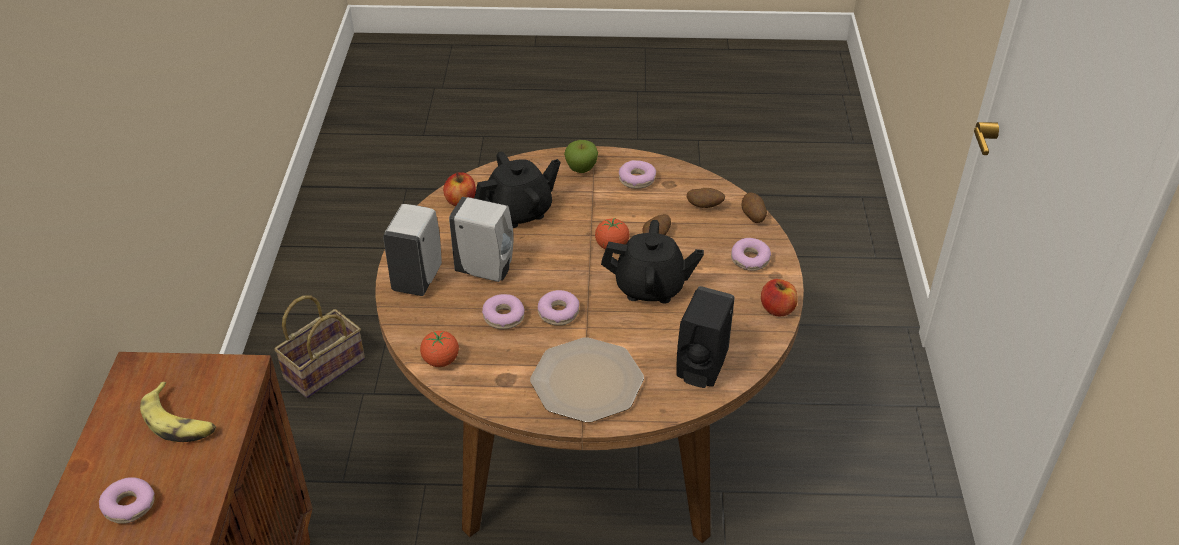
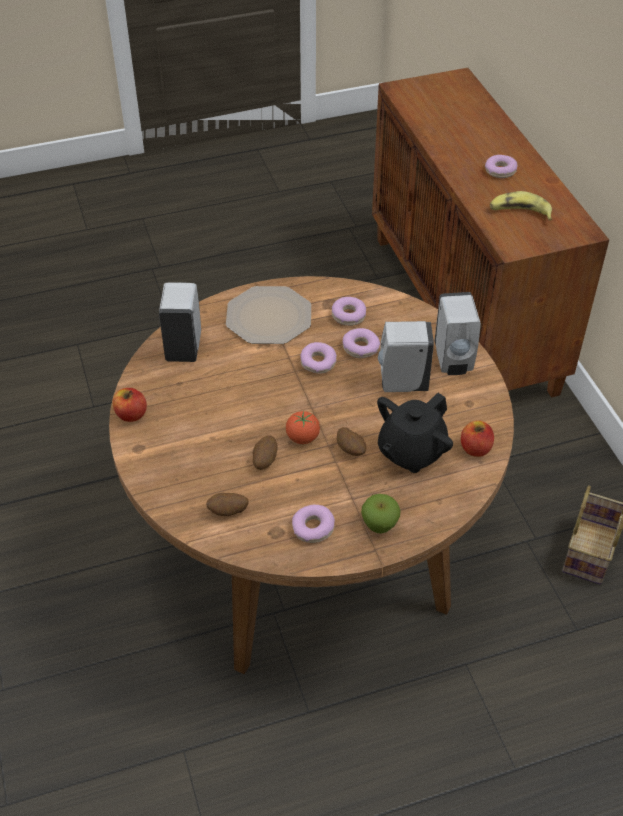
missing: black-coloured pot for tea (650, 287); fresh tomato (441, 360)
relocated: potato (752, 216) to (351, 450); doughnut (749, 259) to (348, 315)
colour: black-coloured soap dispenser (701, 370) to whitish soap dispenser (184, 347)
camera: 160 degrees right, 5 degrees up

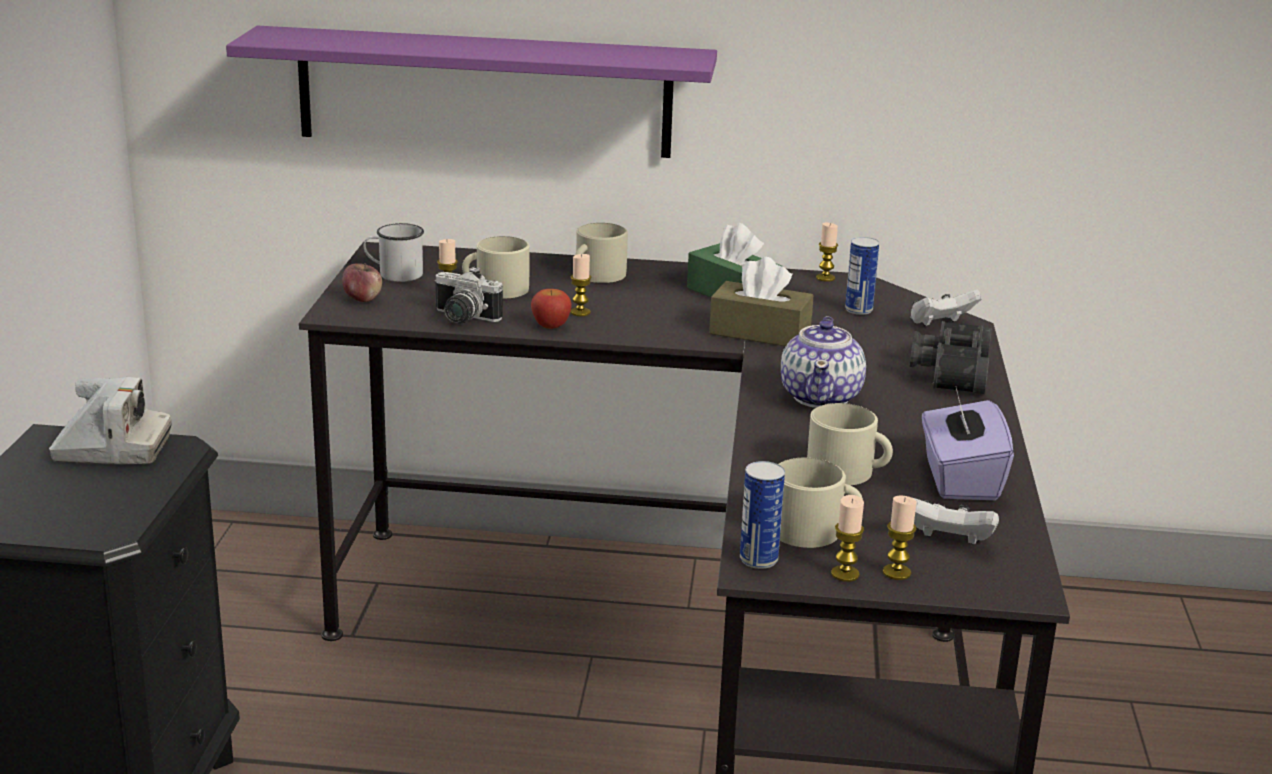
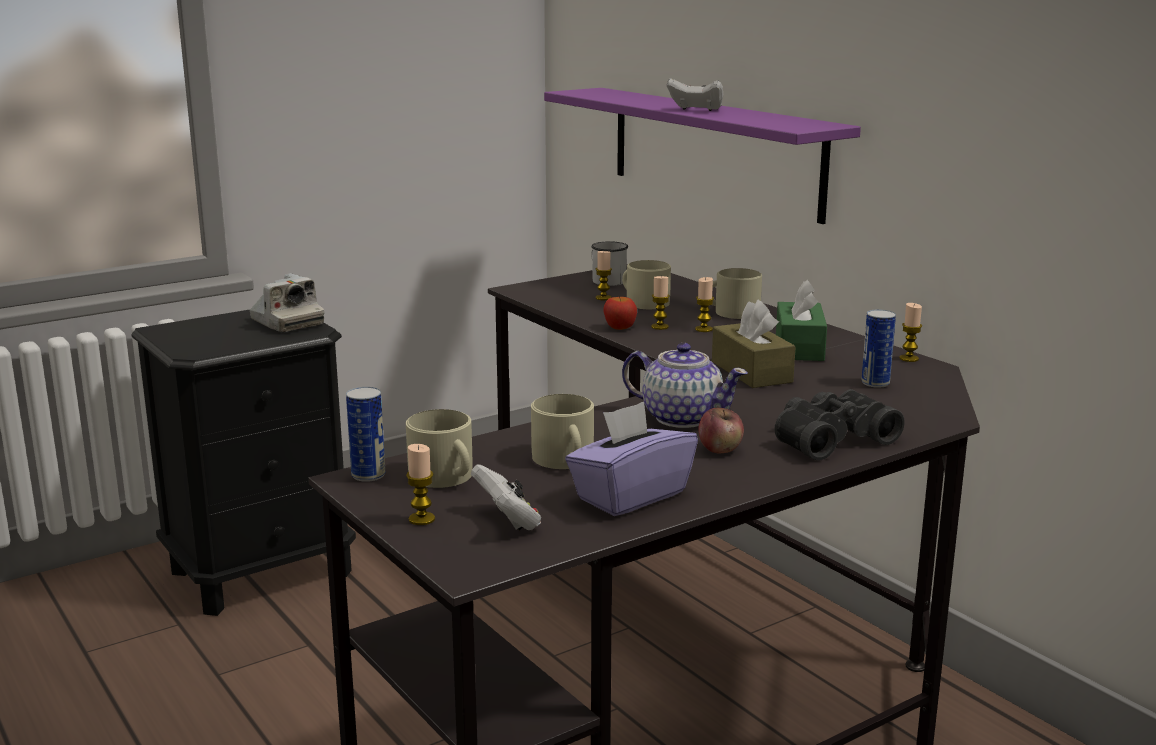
missing: photo camera (462, 318)
relocated: apple fruit (363, 299) to (720, 449); whitish joypad (940, 324) to (696, 110); wax candle (845, 574) to (703, 329)
spun: pot for tea (821, 397) = (681, 417) 120 degrees counterclockwise
camera: 50 degrees right, 5 degrees down

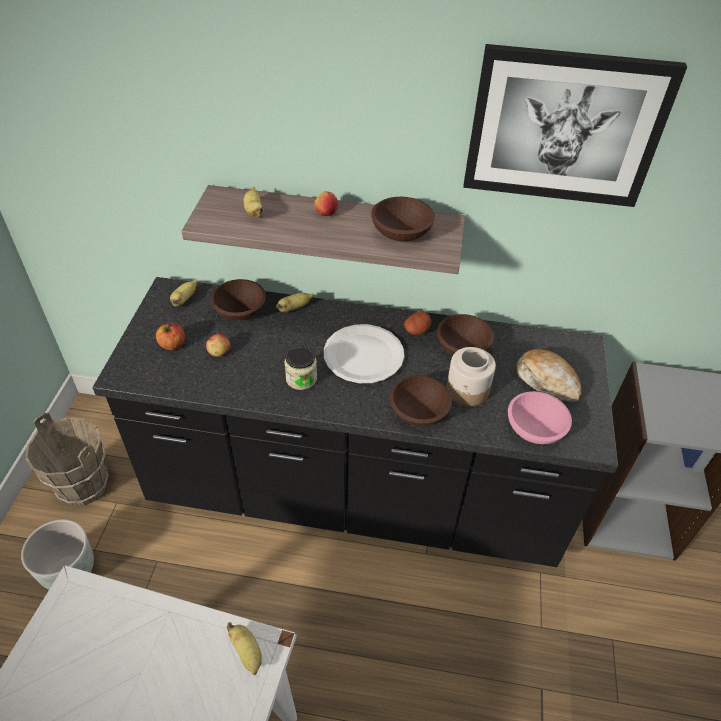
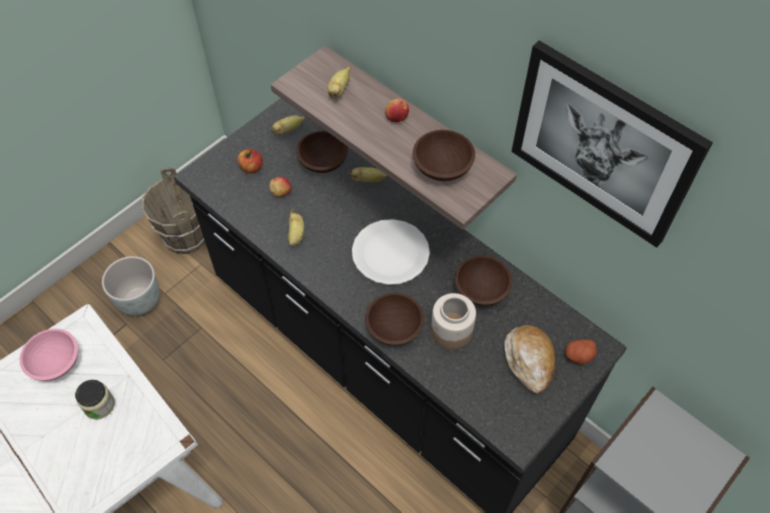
relocated: potato (417, 330) to (578, 356); storage jar (301, 378) to (99, 405); pink bowl (535, 429) to (55, 363); banana (247, 653) to (296, 235)
camera: 35 degrees right, 10 degrees up

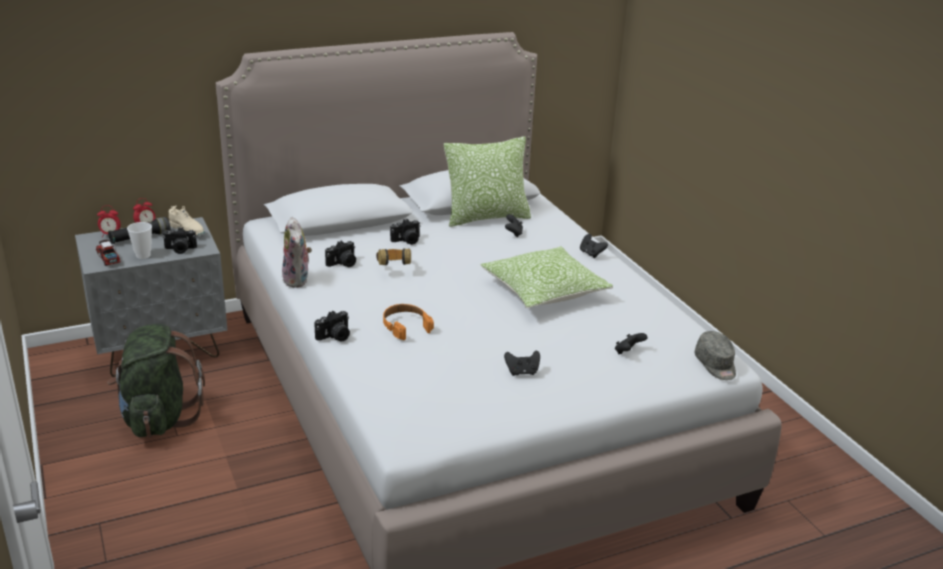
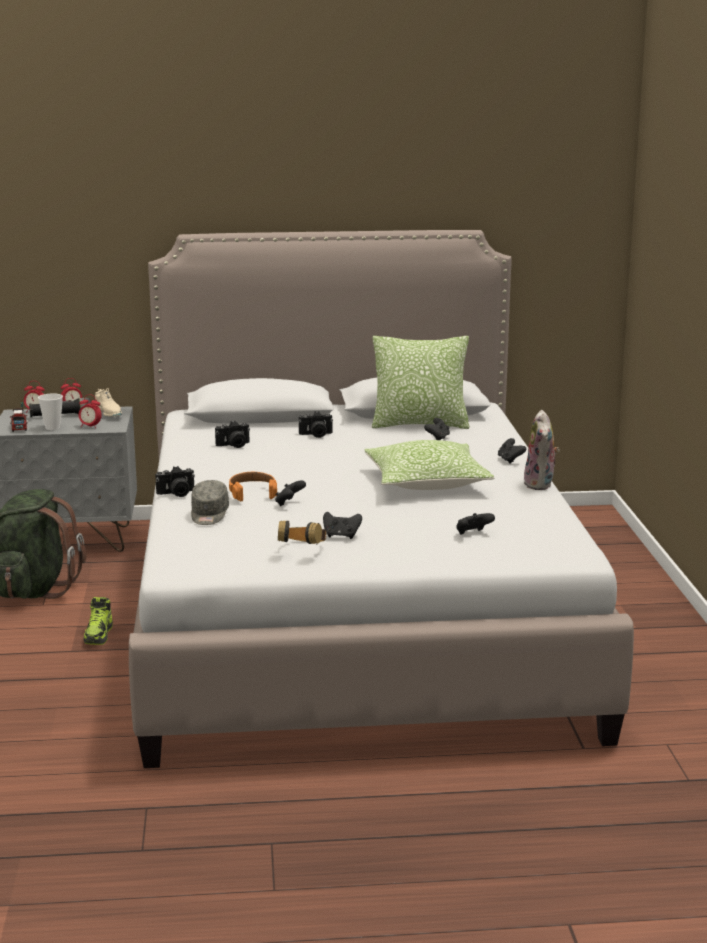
appeared: black-coloured joypad (289, 503); item of footwear (99, 635)
relocated: cuddly toy (298, 280) to (541, 485); pair of headphones (393, 268) to (303, 550); greyish peaked cap (715, 365) to (209, 514)
exchanged: photo camera (180, 249) to bedside clock (90, 426)
camera: 20 degrees right, 10 degrees down

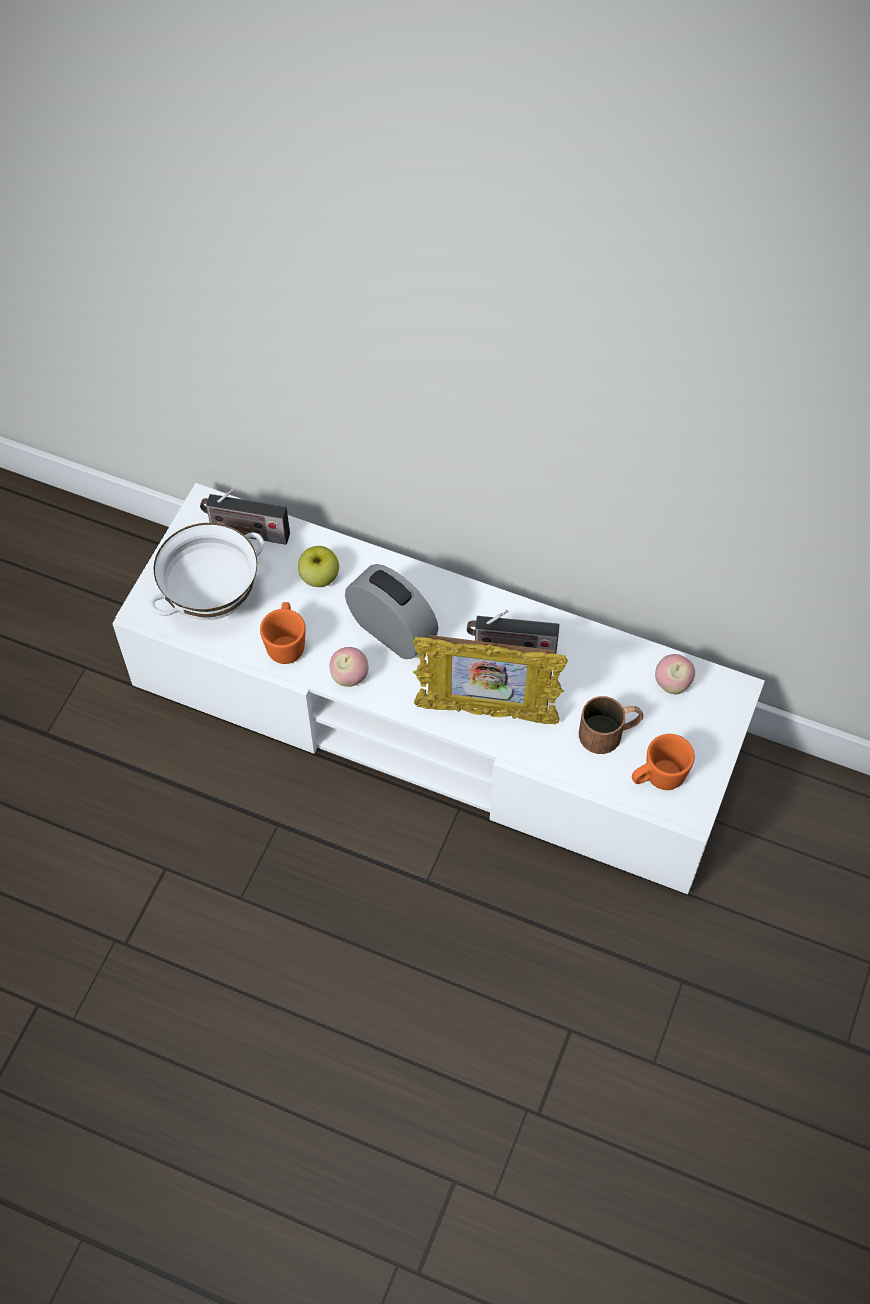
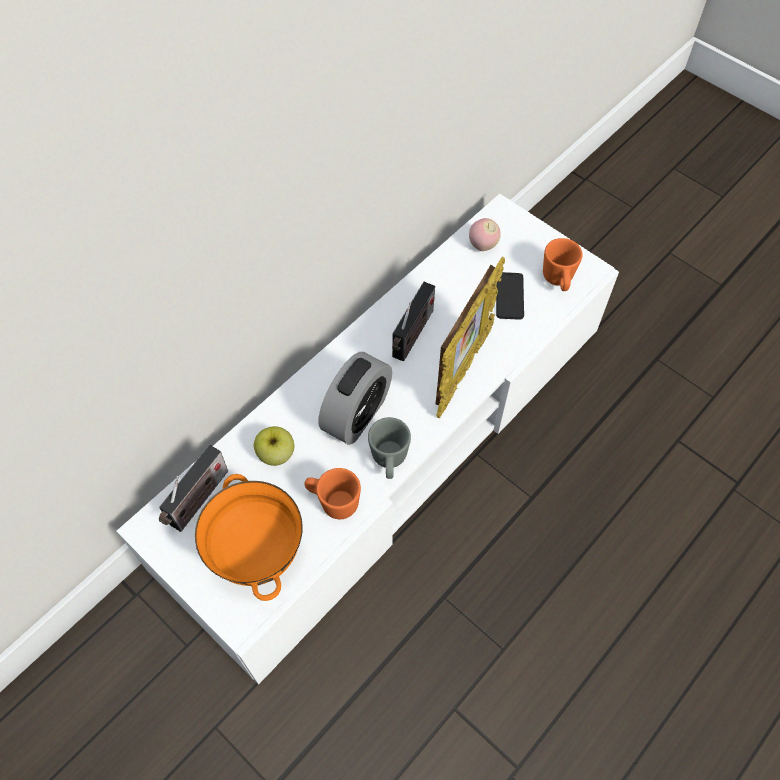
exchanged: apple fruit (349, 677) to greyish mug (389, 461); brown mug (610, 732) to phone (509, 296)
colour: whitish bowl (213, 600) to orange-coloured bowl (259, 552)
spun: bedside clock (392, 631) = (357, 414) 150 degrees clockwise
camera: 70 degrees left, 0 degrees up

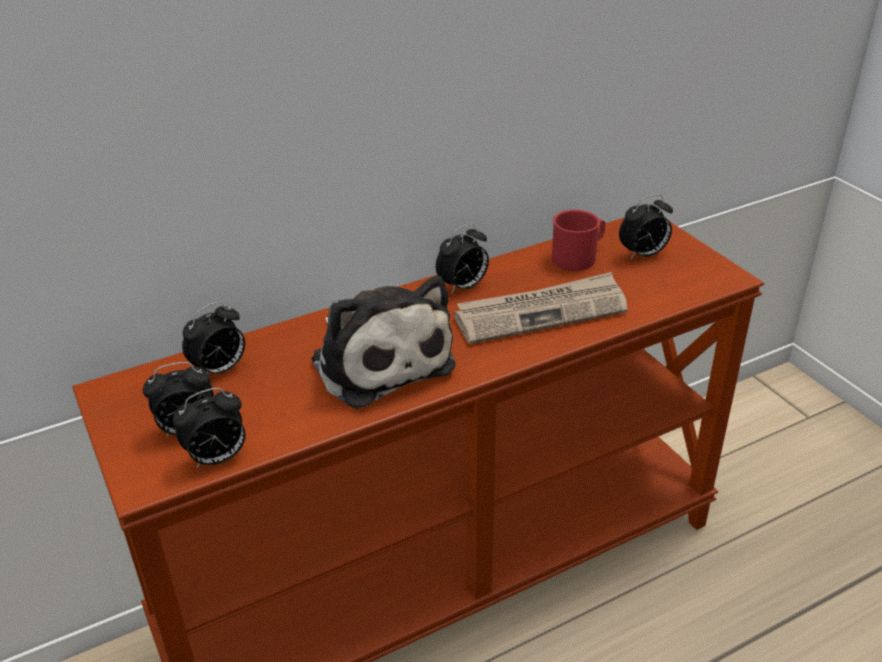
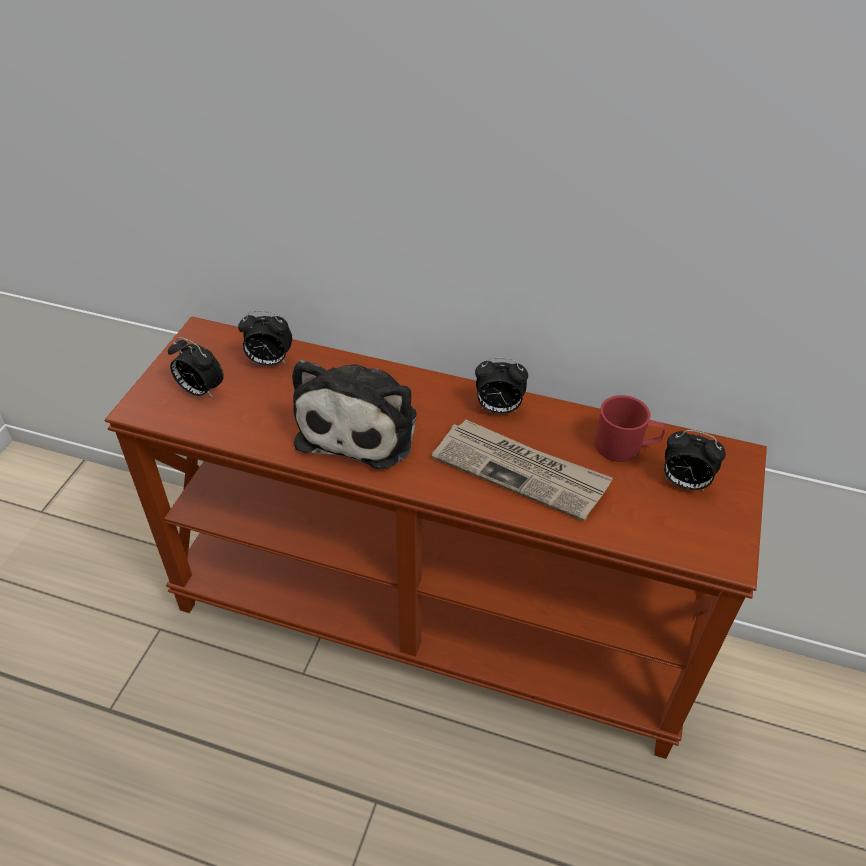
missing: bedside clock (217, 459)
camera: 45 degrees right, 10 degrees up

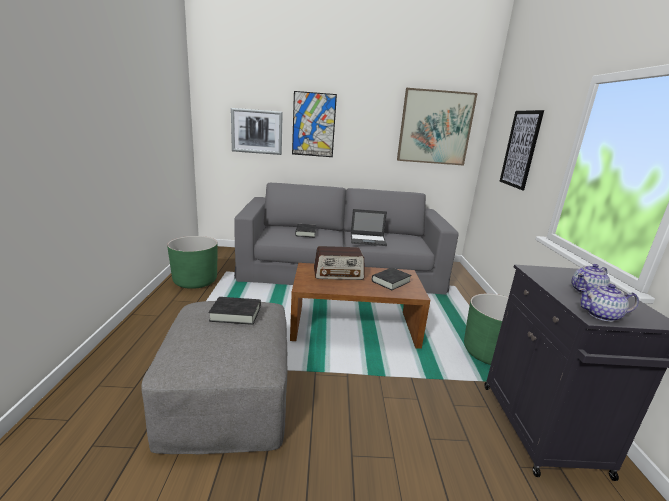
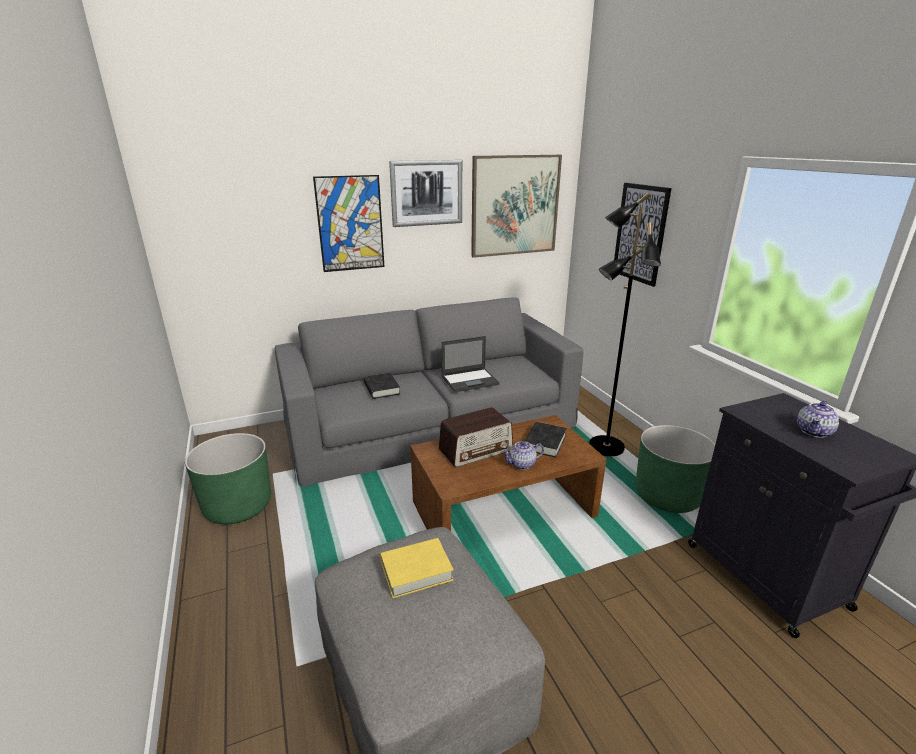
appeared: black-coloured standing lamp (605, 447)
relocated: wall picture (257, 131) to (426, 193); pot for tea (602, 315) to (522, 464)
colour: black-coloured volume (235, 314) to yellowish volume (416, 571)
camera: 20 degrees left, 5 degrees up

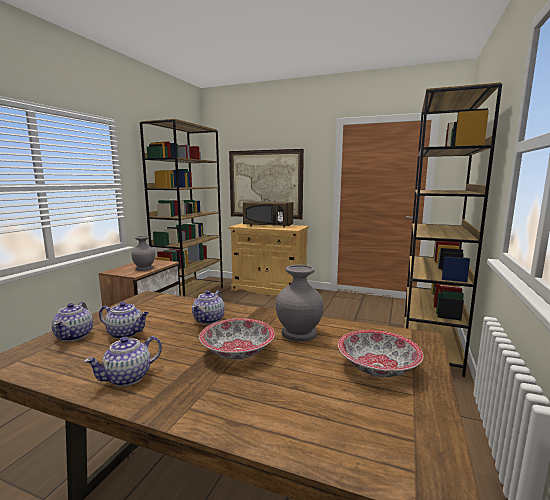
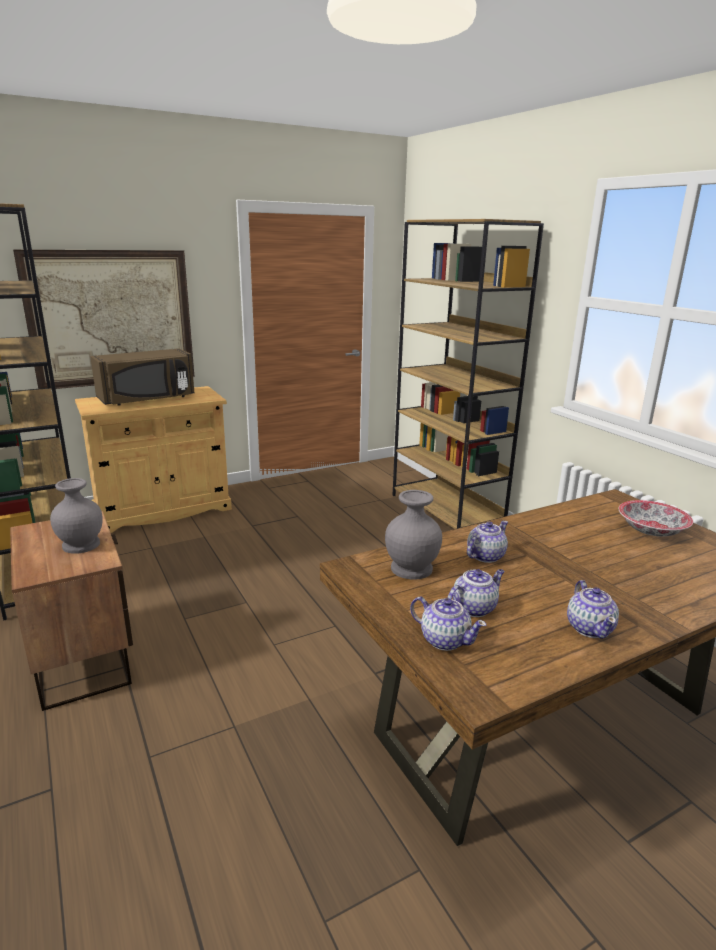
missing: bowl (238, 351)
relocated: greyish vase (298, 333) to (410, 568)
spun: pot for tea (209, 320) = (485, 556) 105 degrees counterclockwise
camera: 50 degrees left, 10 degrees up

